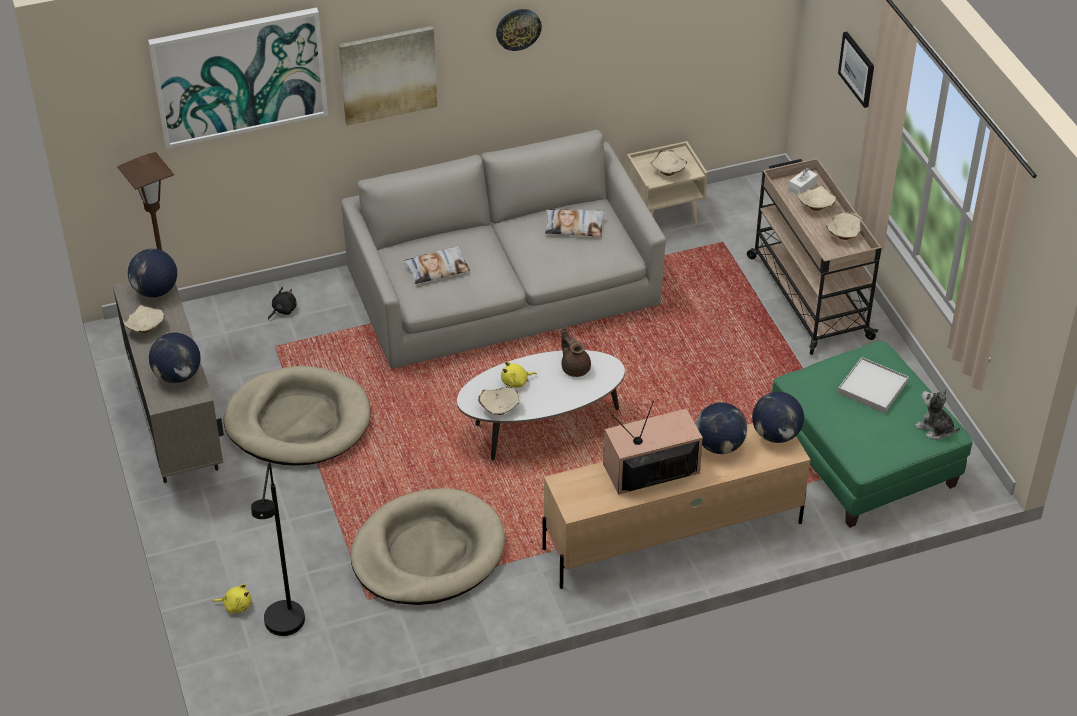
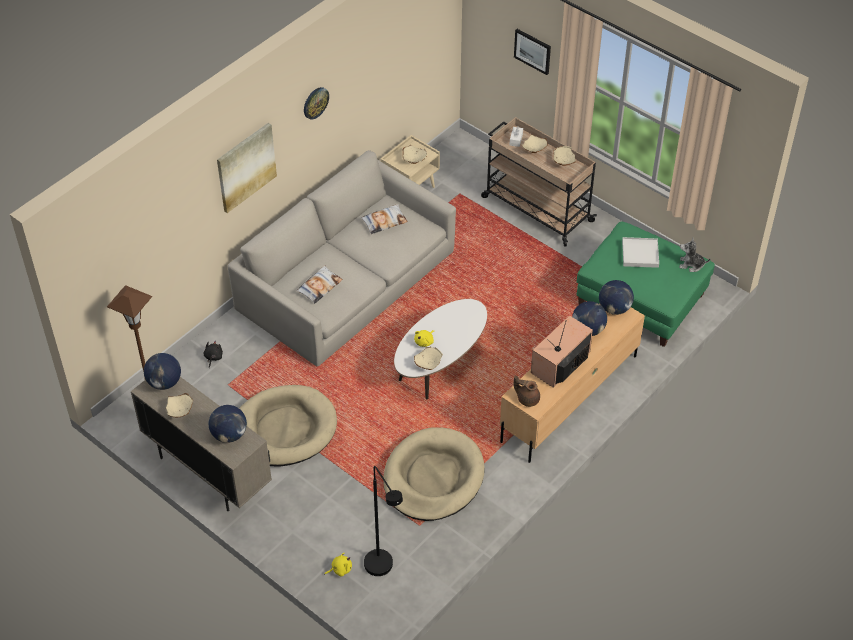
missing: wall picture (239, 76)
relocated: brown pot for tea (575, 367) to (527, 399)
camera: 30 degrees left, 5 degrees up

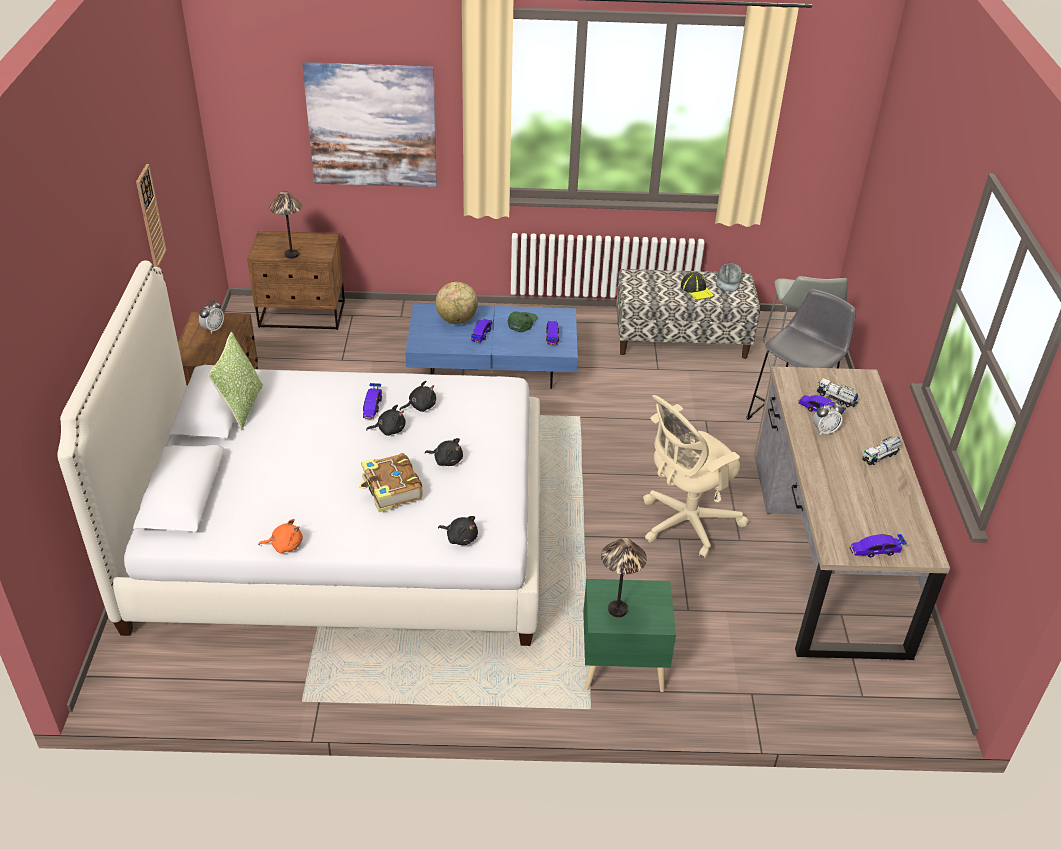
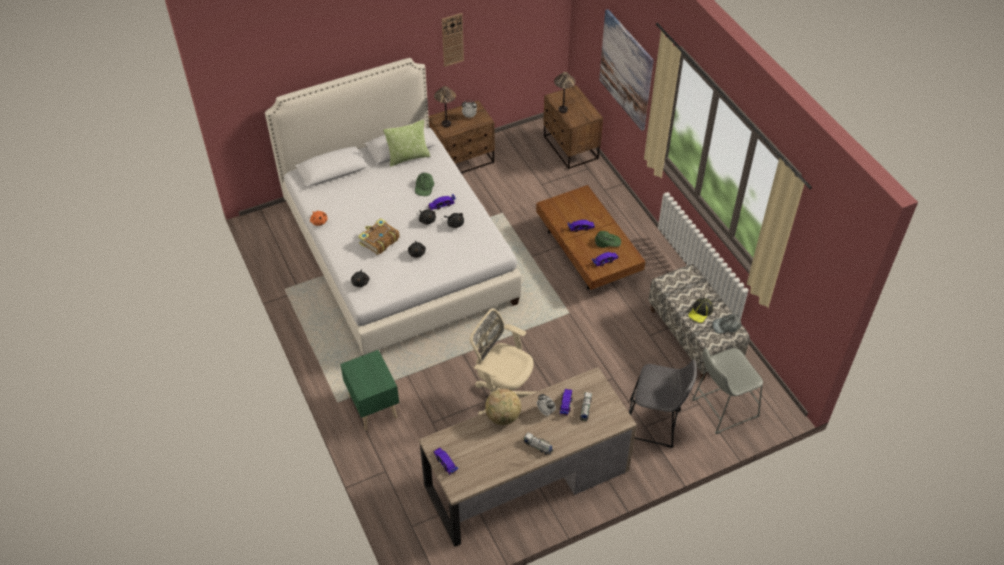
appeared: green-coloured peaked cap (424, 186)
relocated: world globe (457, 320) to (503, 417); lamp for a table (618, 609) to (446, 124)
colour: blue low table (492, 367) to brown low table (587, 253)
camera: 65 degrees right, 10 degrees up

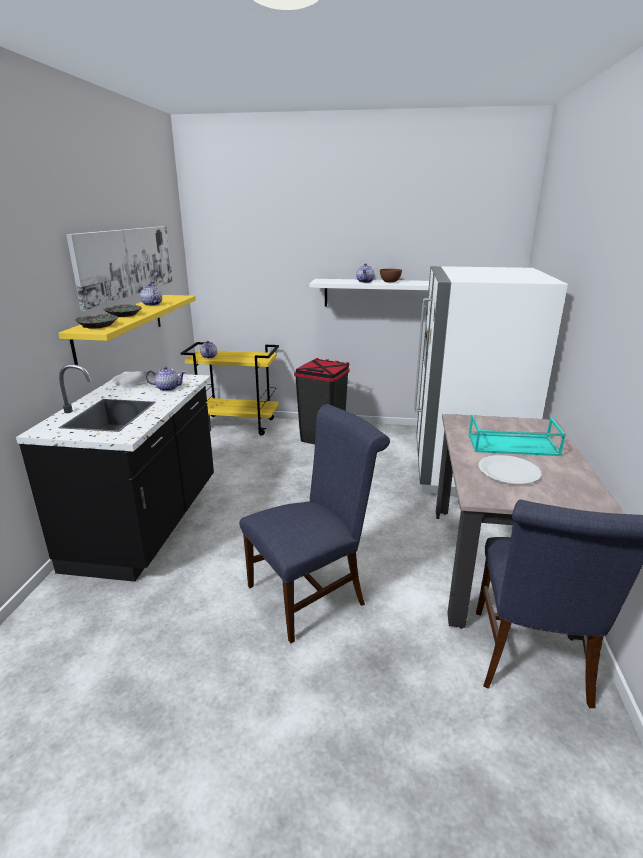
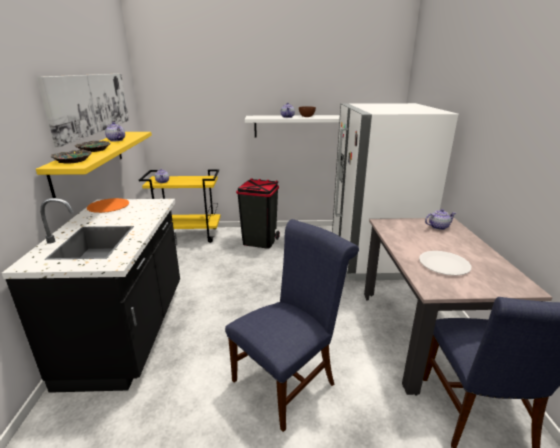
missing: turquoise-coloured serving tray (512, 445)
relocated: pot for tea (168, 388) to (438, 227)
colour: whitish flat dish (135, 380) to orange-coloured flat dish (108, 206)
camera: 10 degrees left, 0 degrees up

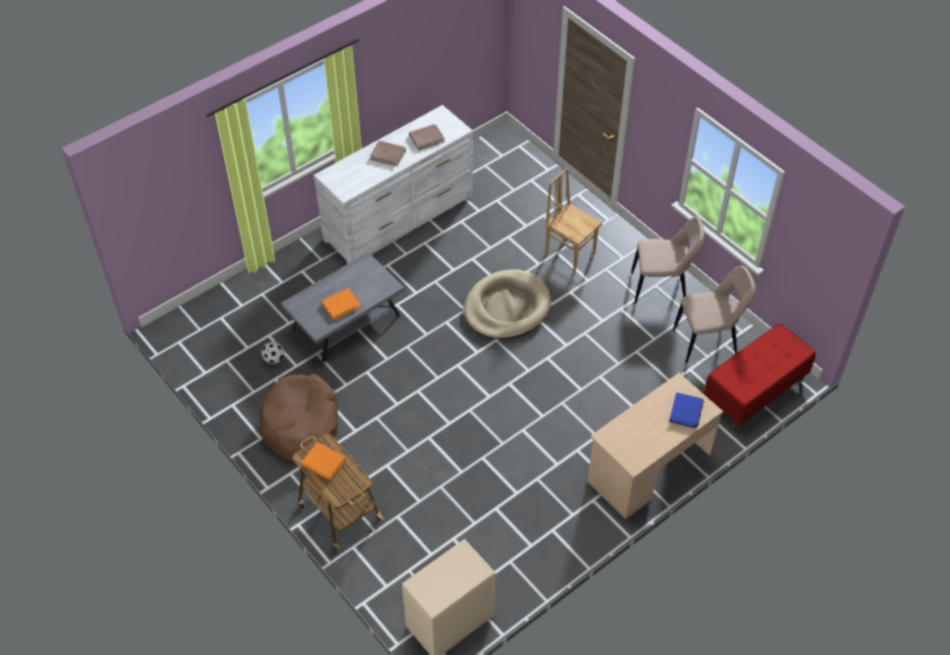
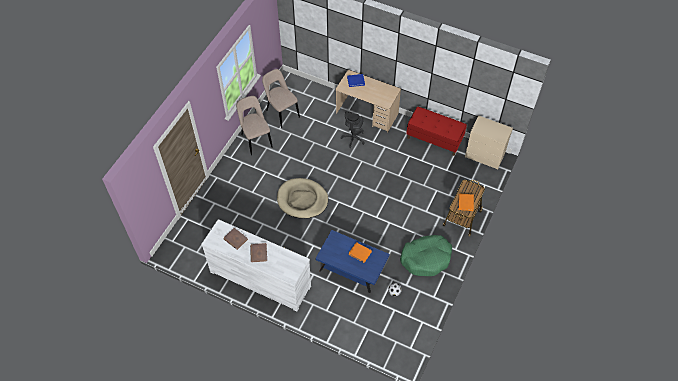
missing: brown plain chair (570, 253)
appeared: greyish computer chair (353, 138)
relocated: red bench (754, 392) to (434, 139)
colour: greyish low table (346, 323) to blue low table (351, 269); brown pet bed (301, 425) to green-coloured pet bed (426, 258)
camera: 115 degrees left, 5 degrees up

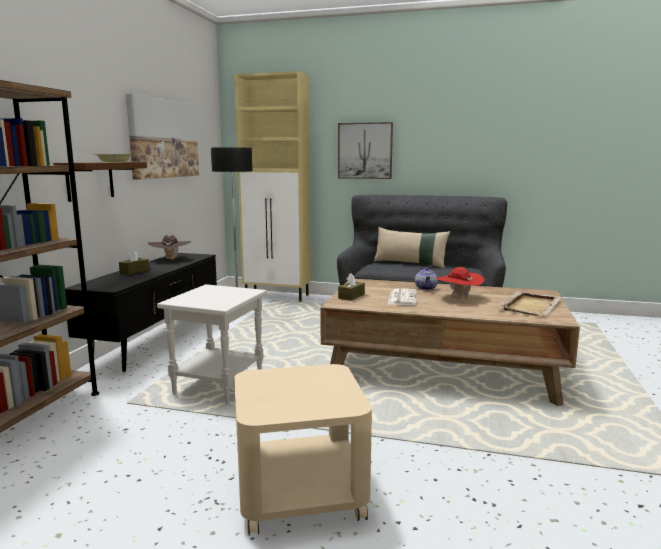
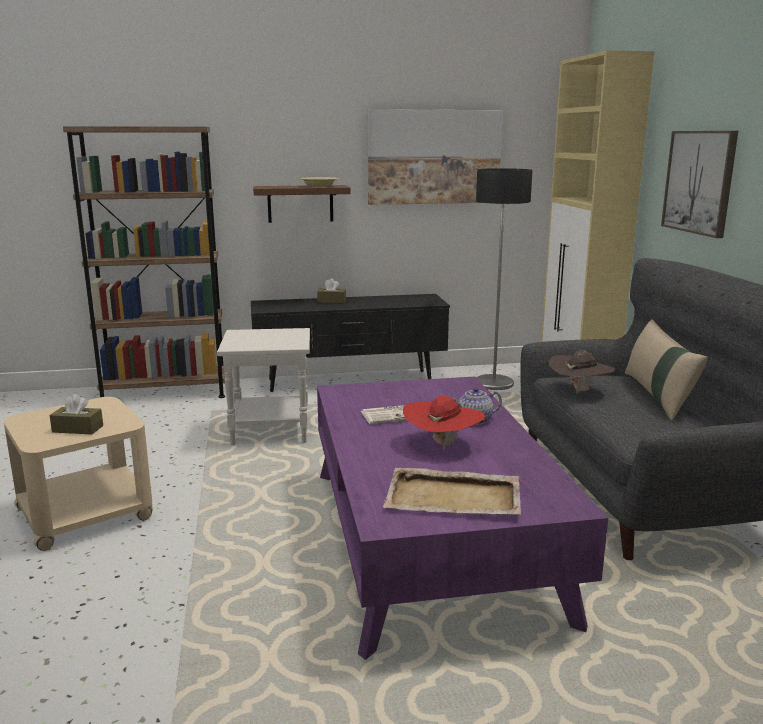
relocated: brown hat (170, 259) to (579, 390); brown tissue box (351, 296) to (78, 429)
colour: brown low table (443, 367) to purple low table (430, 540)
camera: 65 degrees right, 5 degrees up

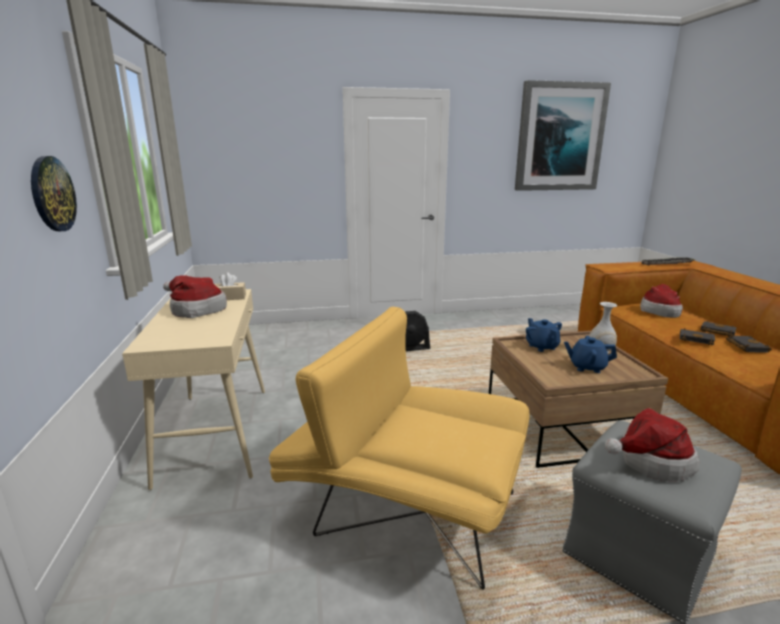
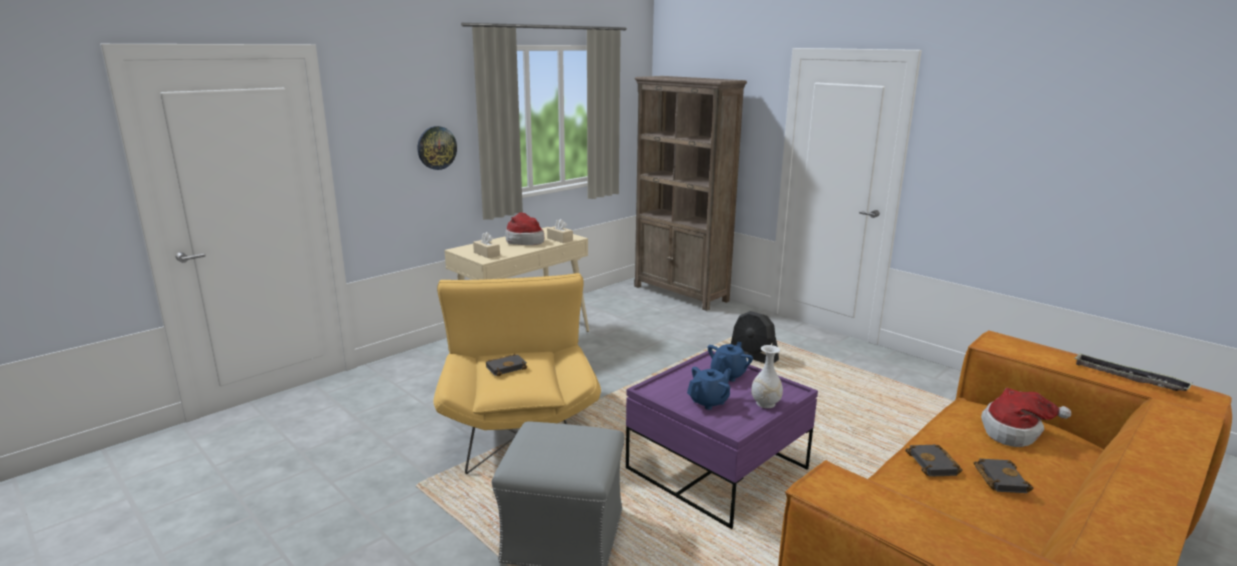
missing: wall picture (559, 137); hat (649, 460)
appeared: brown bookshelf (681, 294); beige-coloured tissue box (486, 254)
relocated: black-coloured volume (745, 346) to (506, 367)
colour: brown low table (562, 426) to purple low table (717, 469)
spun: blue pot for tea (587, 367) = (709, 401) 75 degrees clockwise
camera: 55 degrees right, 0 degrees up

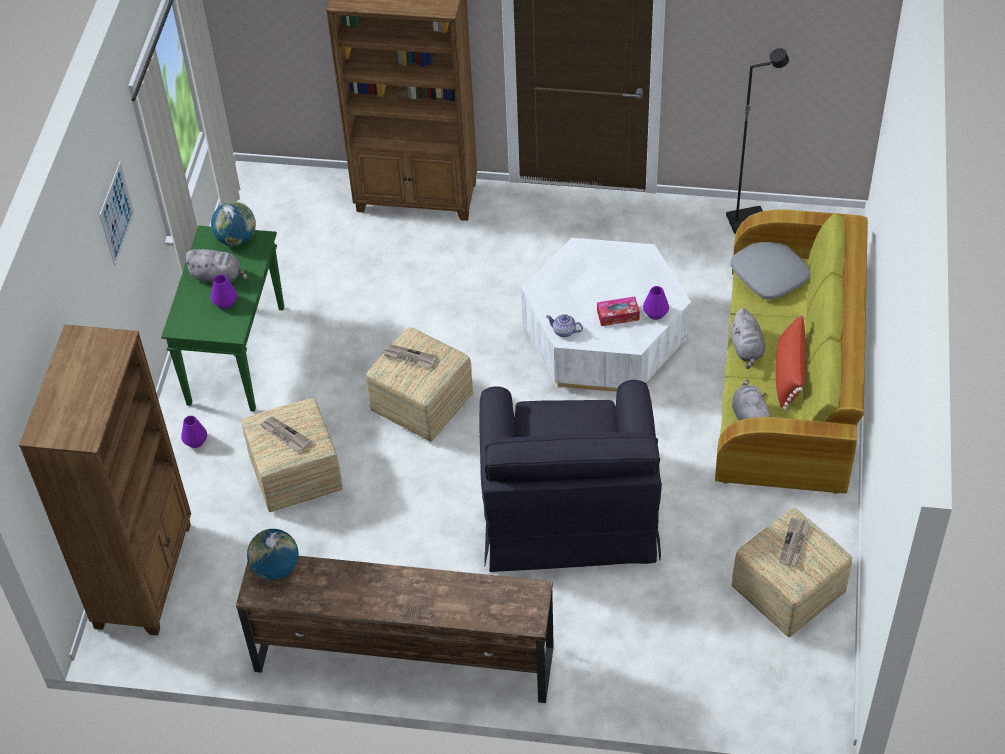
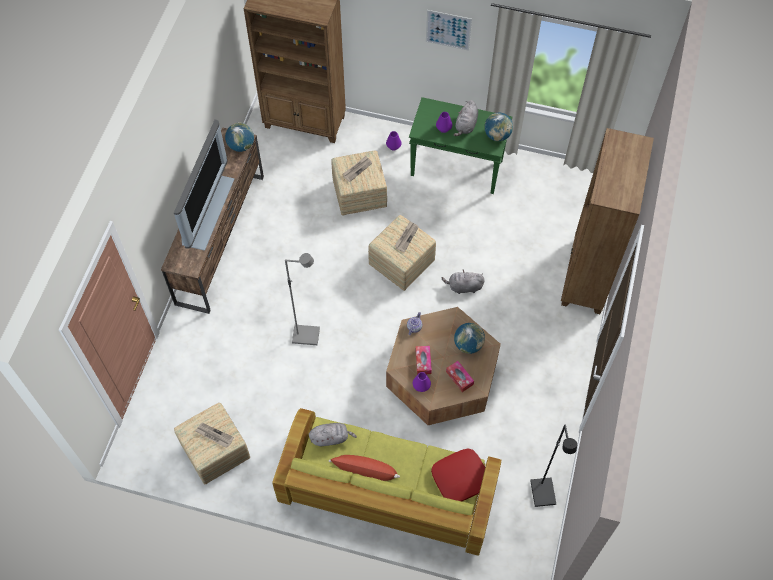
appeared: television (206, 210); world globe (468, 345); tissue box (459, 378)
relocated: greyish cuddly toy (746, 349) to (463, 287)
exchanged: black-coloured easy chair (568, 507) to greyish standing lamp (306, 335)
colour: whitish low table (605, 338) to brown low table (441, 376); greyish pillow (769, 275) to red pillow (460, 478)
camera: 95 degrees right, 10 degrees up

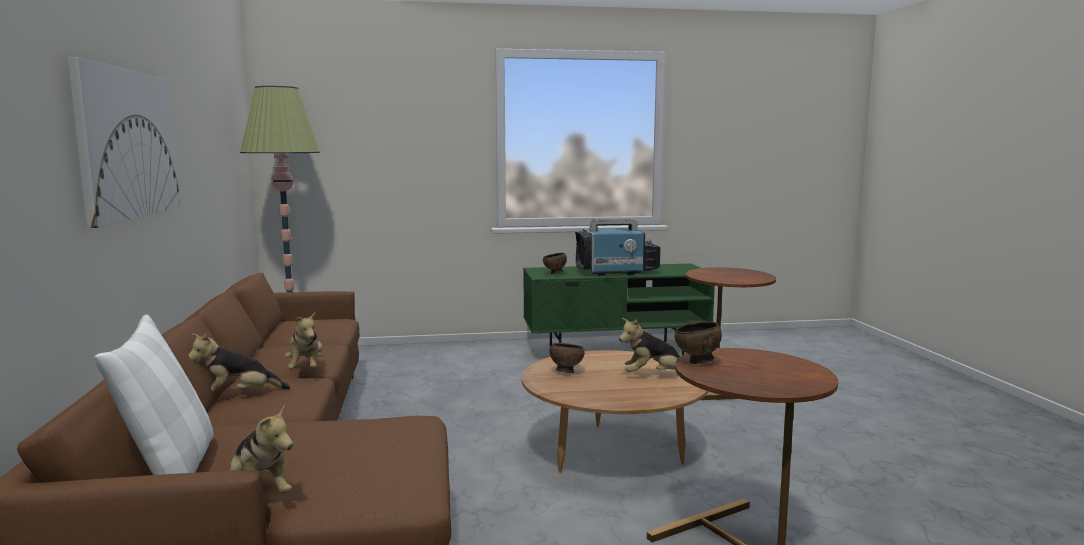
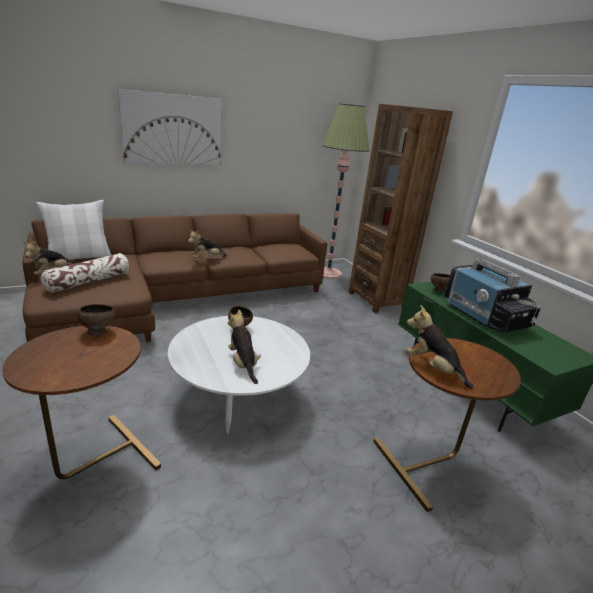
appeared: brown bookshelf (377, 300); pillow (89, 282)
relocated: cuddly toy (238, 396) to (433, 368)
colour: brown low table (613, 452) to whitish low table (238, 397)
camera: 70 degrees right, 15 degrees up

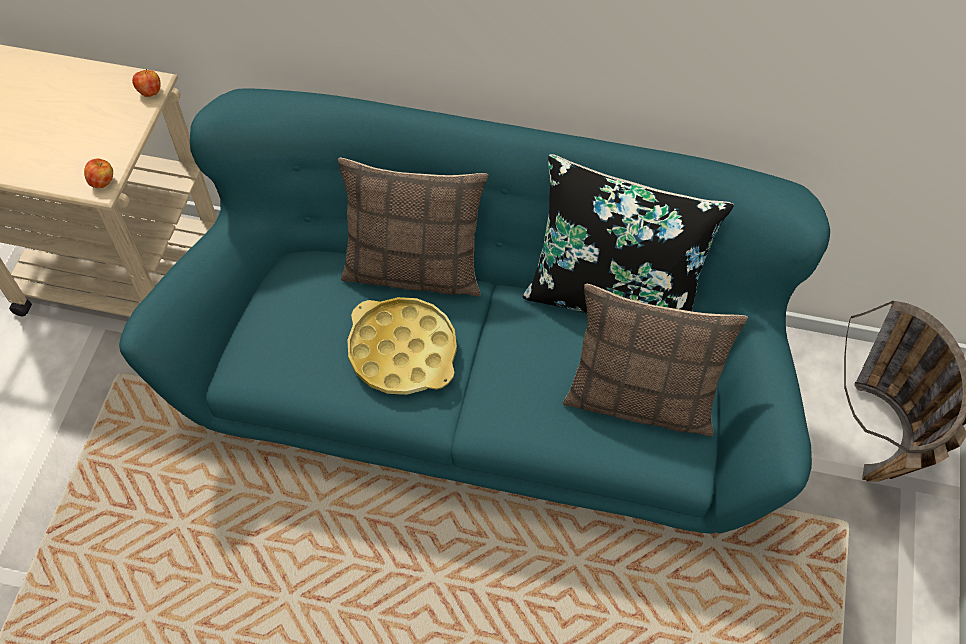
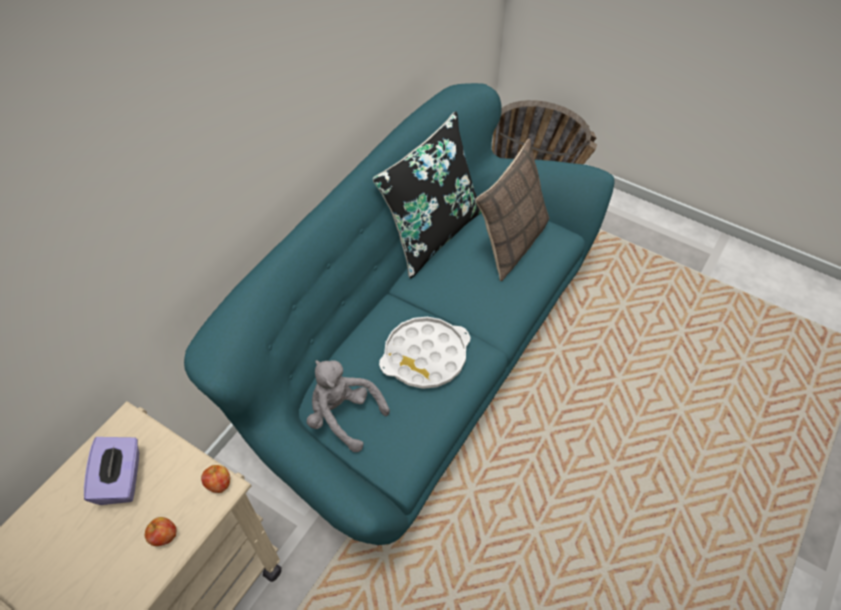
missing: pillow (414, 269)
appeared: greyish cuddly toy (343, 416); purple tissue box (121, 479)
relocated: apple fruit (150, 92) to (164, 536)
colour: yellowish serving tray (402, 351) to whitish serving tray (425, 357)
camera: 70 degrees left, 5 degrees down

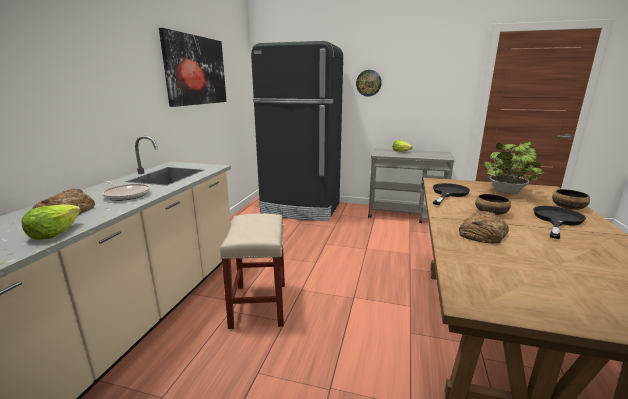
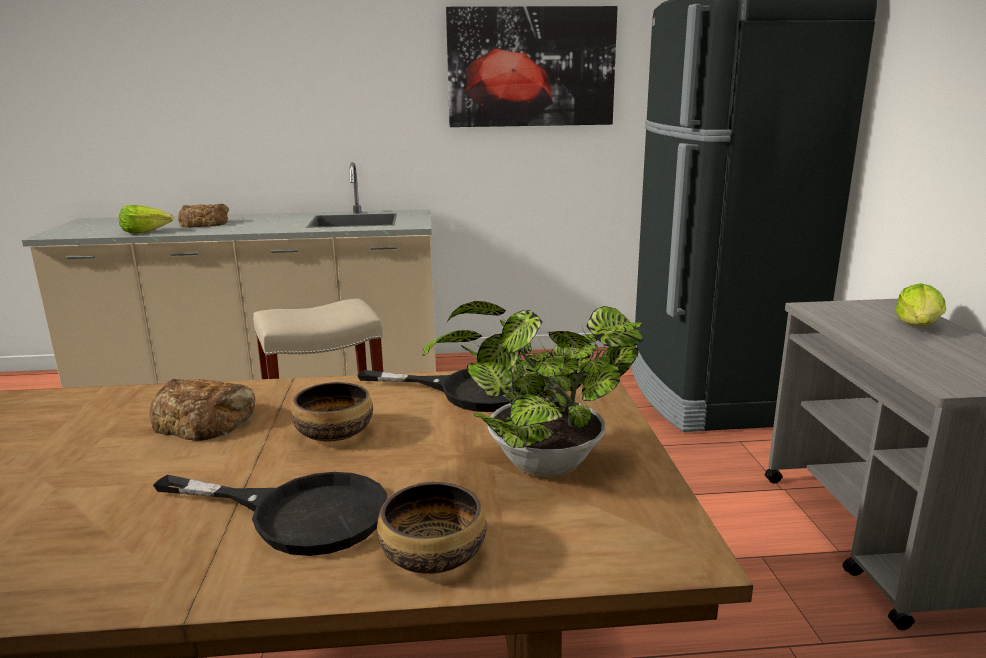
missing: wall clock (368, 83); frying pan (126, 195)
camera: 70 degrees right, 0 degrees up

